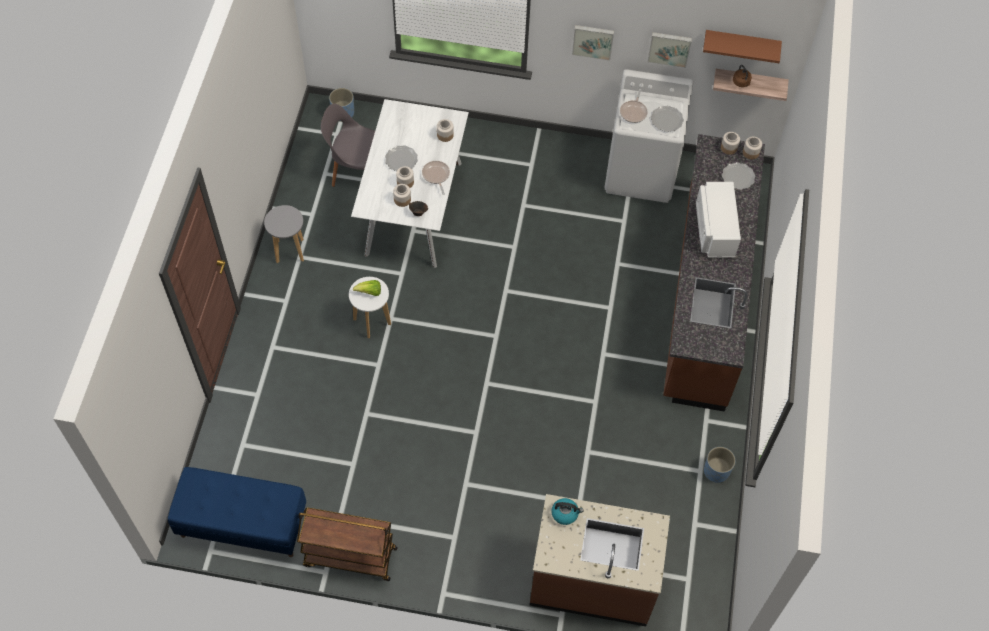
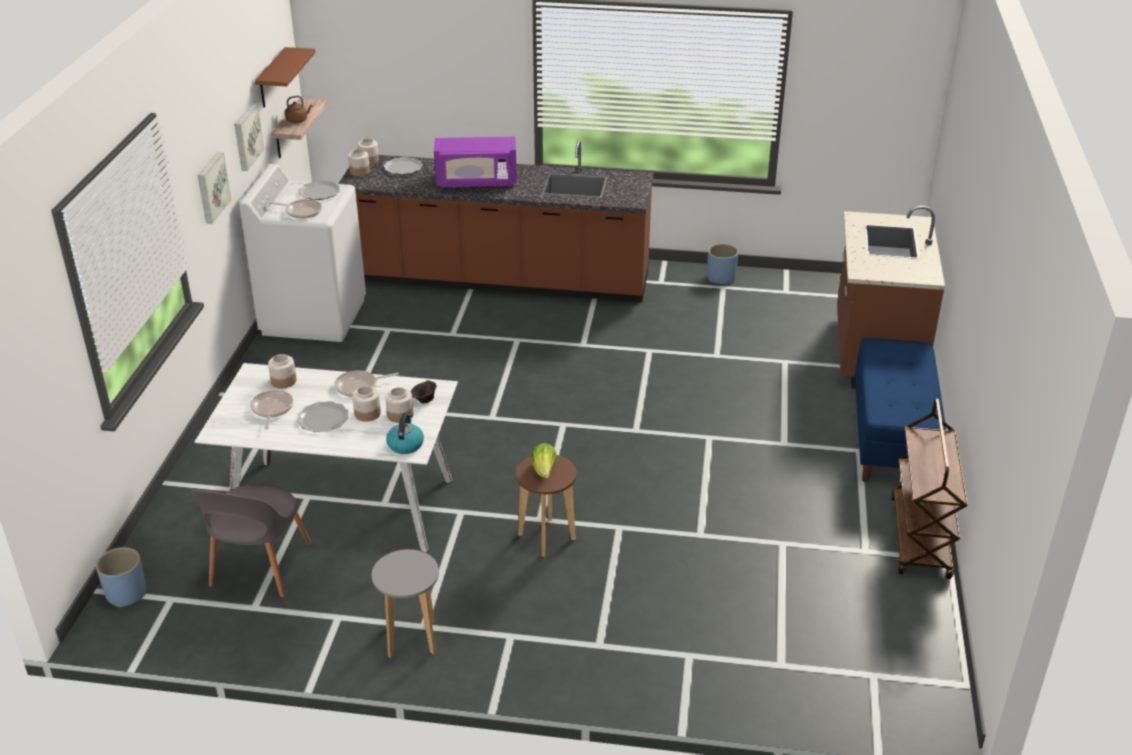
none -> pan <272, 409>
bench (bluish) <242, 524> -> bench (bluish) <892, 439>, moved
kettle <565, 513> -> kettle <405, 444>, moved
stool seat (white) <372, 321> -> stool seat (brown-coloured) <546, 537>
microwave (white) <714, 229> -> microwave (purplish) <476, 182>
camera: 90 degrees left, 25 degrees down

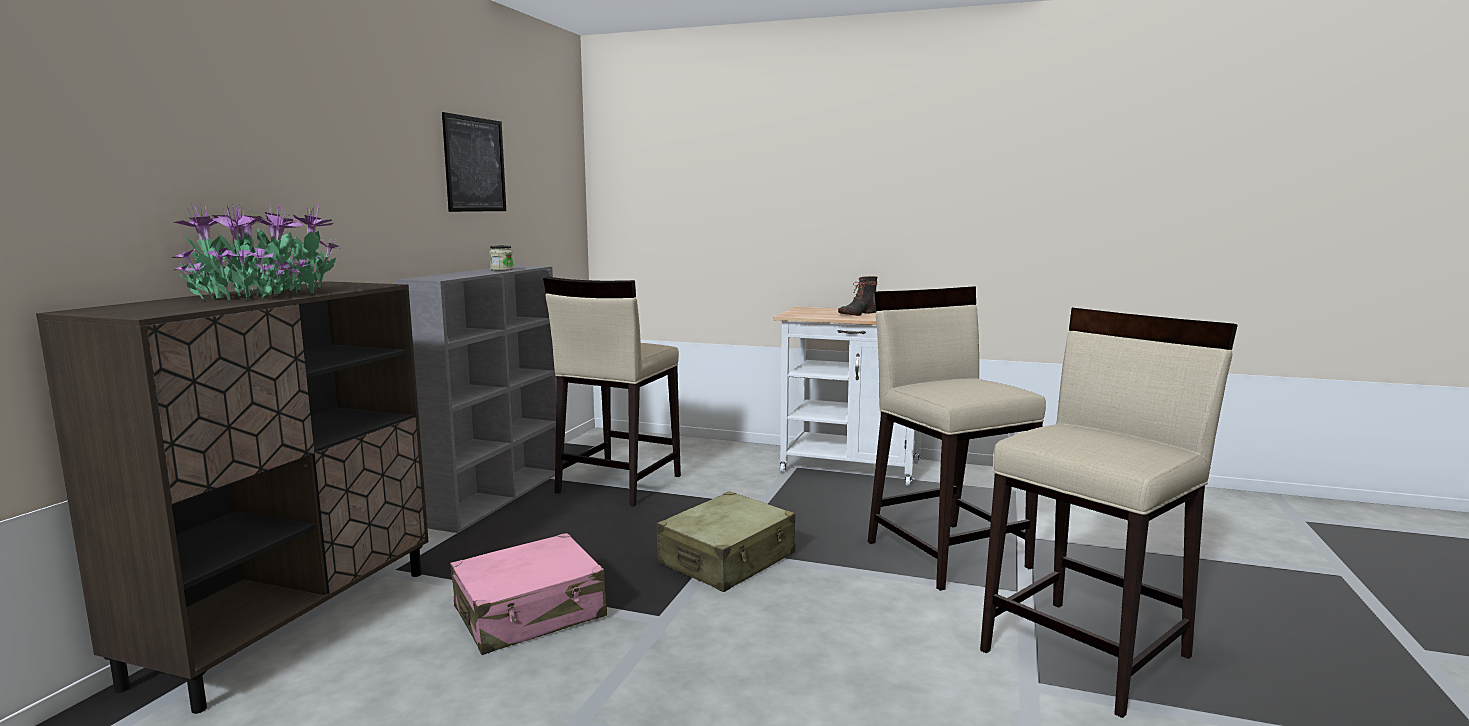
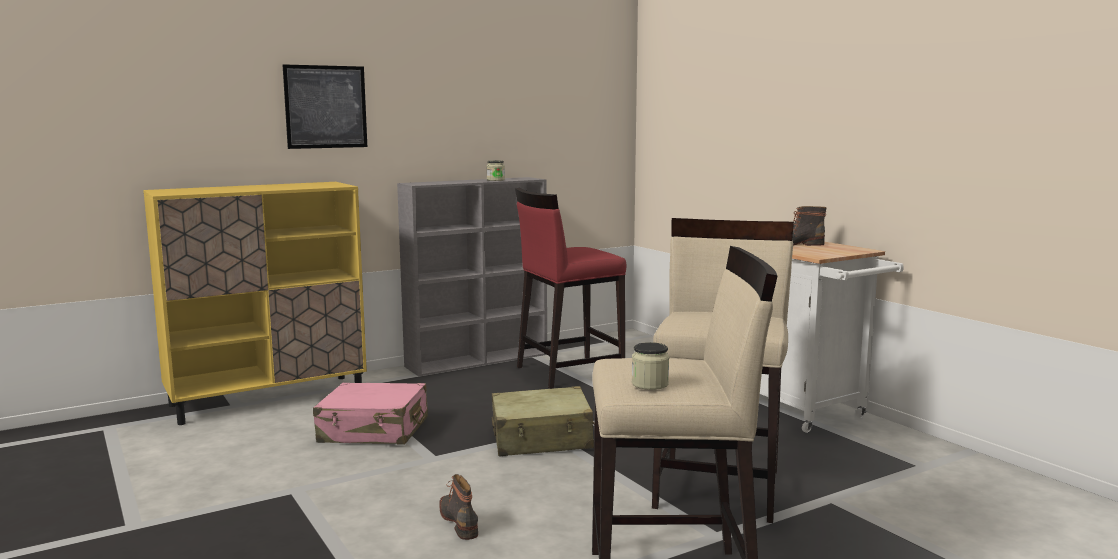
potted plant <263, 295> -> none
none -> high-top boot <460, 521>
none -> preserve jar <650, 384>
wall art <475, 164> -> wall art <326, 107>, moved
cabinet (brown-coloured) <290, 623> -> cabinet (yellow) <268, 399>
stool seat (beige) <617, 484> -> stool seat (red) <568, 371>
camera: 40 degrees right, 0 degrees up

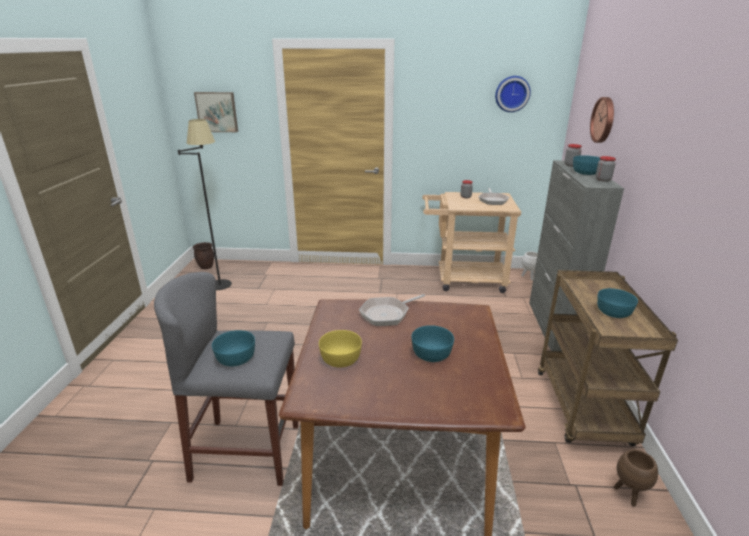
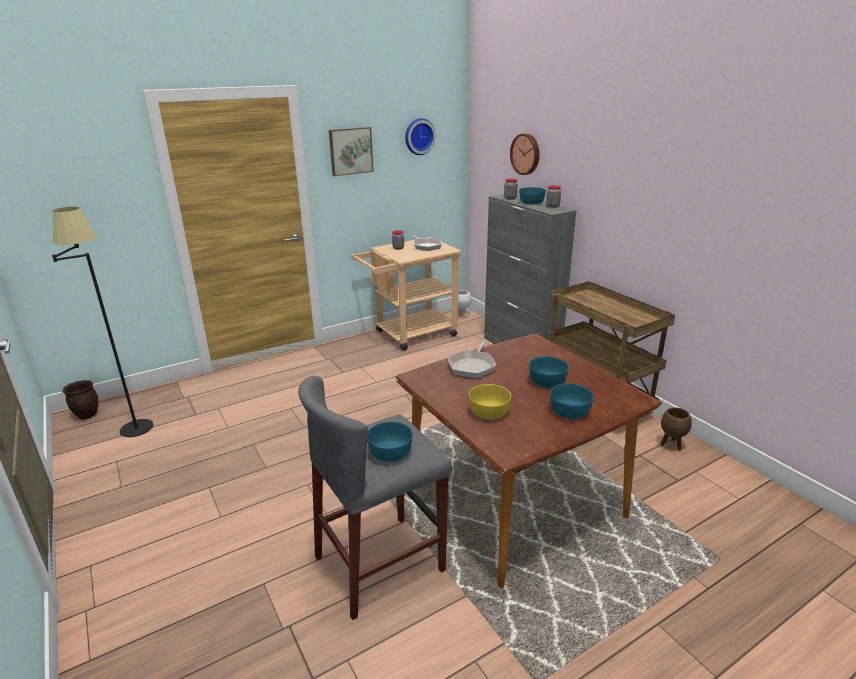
wall art <217, 112> -> wall art <350, 151>, moved
bowl (blue-green) <613, 312> -> bowl (blue-green) <569, 411>, moved
camera: 35 degrees left, 0 degrees up

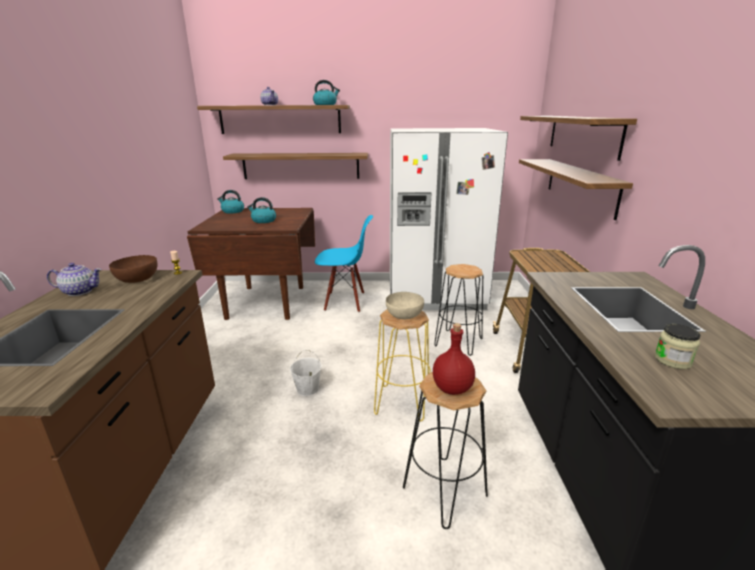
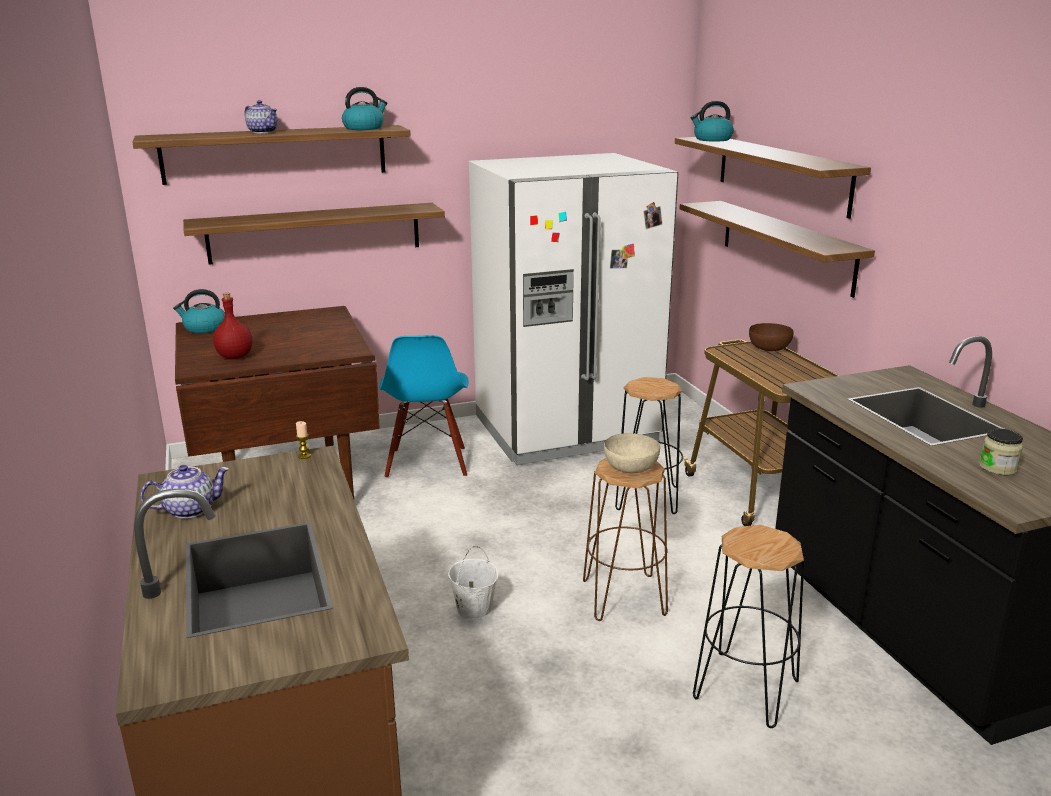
bowl (brown-coloured) <137, 279> -> bowl (brown-coloured) <769, 348>, moved
kettle <263, 221> -> kettle <712, 139>, moved
beverage bottle (red) <452, 388> -> beverage bottle (red) <235, 356>, moved
stool seat (yellow) <402, 402> -> stool seat (brown-coloured) <624, 597>
upright chair (bluish) <345, 302> -> upright chair (bluish) <427, 463>, 105 degrees clockwise
camera: 20 degrees left, 0 degrees up

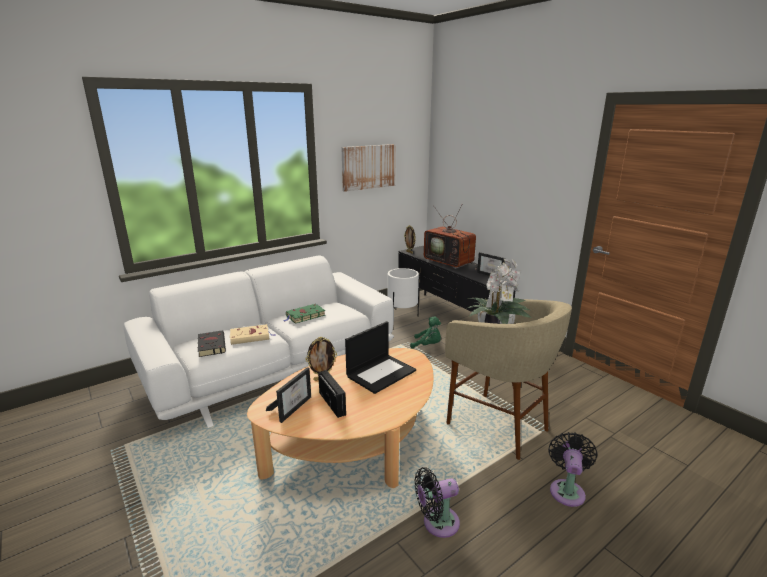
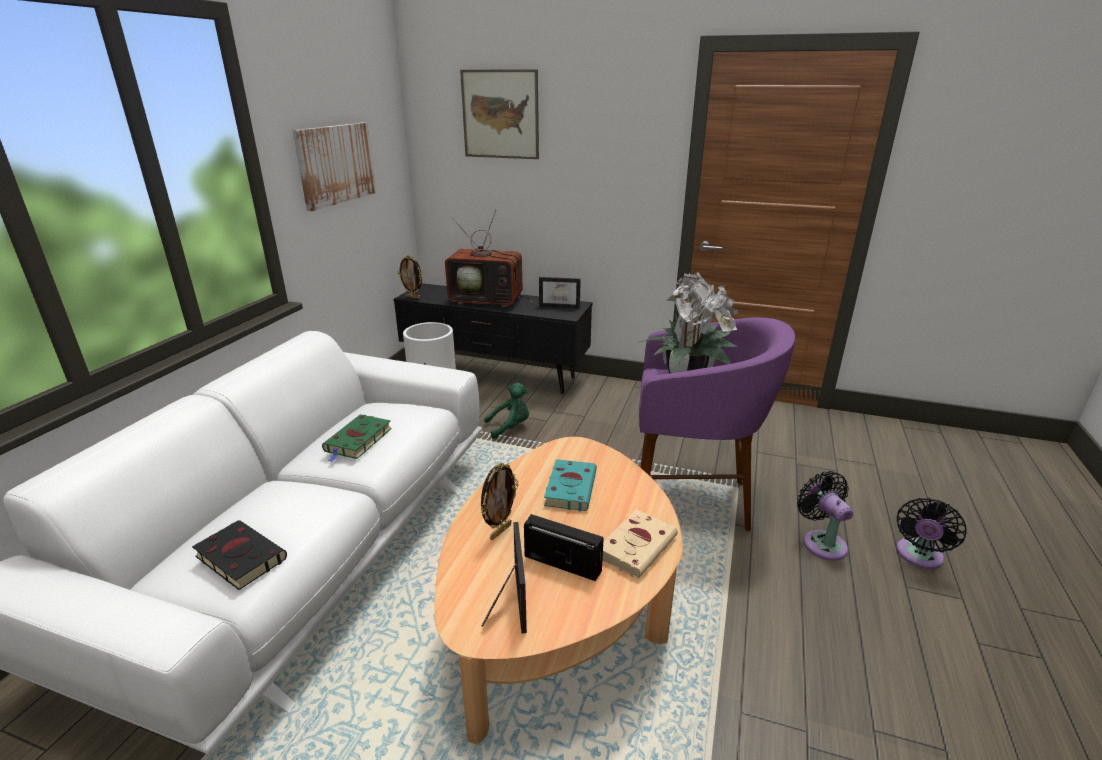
none -> wall art <500, 114>
bound book (beige) <251, 337> -> bound book (beige) <638, 546>, moved
electric fan (black-coloured) <437, 523> -> electric fan (black-coloured) <918, 556>, moved
notebook computer <381, 373> -> bound book (blue-green) <570, 487>
stool seat (beige) <498, 426> -> stool seat (purplish) <692, 500>
camera: 35 degrees left, 5 degrees up

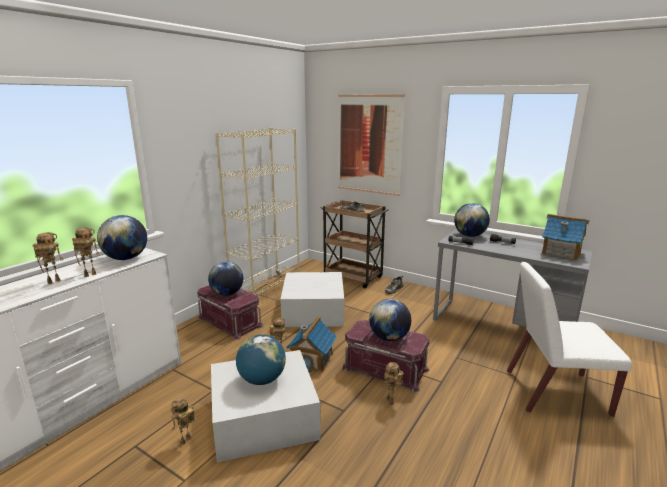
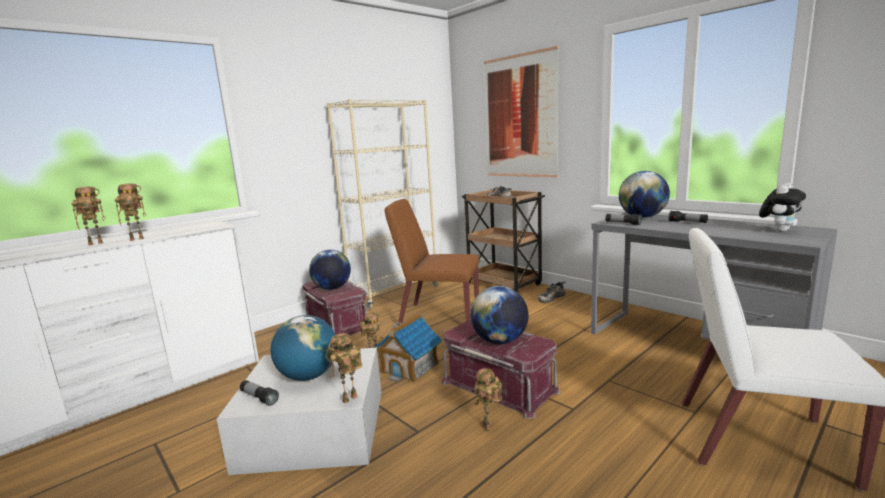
globe <126, 258> -> none
none -> torch <259, 398>
robot figure <186, 442> -> robot figure <350, 400>, moved
storage container (white) <313, 310> -> upright chair (brown-coloured) <438, 316>
miniature house <561, 252> -> plush toy <779, 230>
camera: 15 degrees right, 5 degrees down

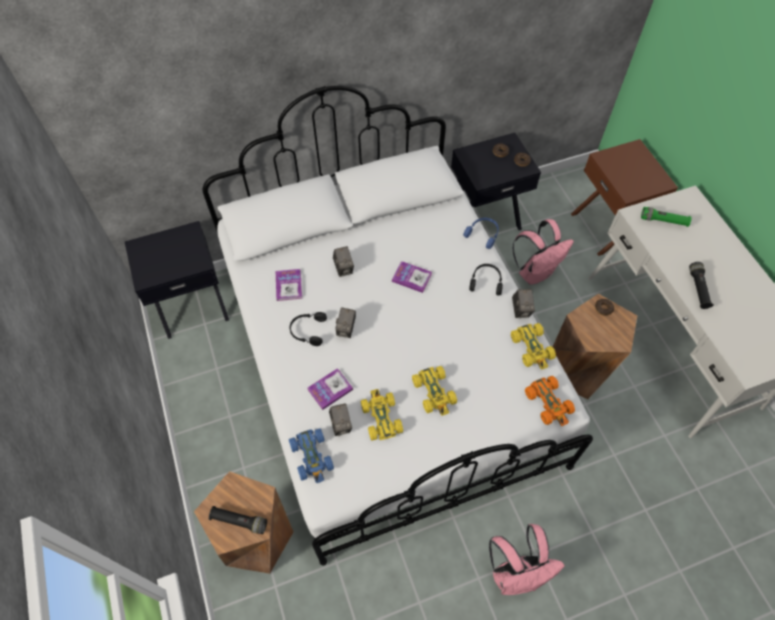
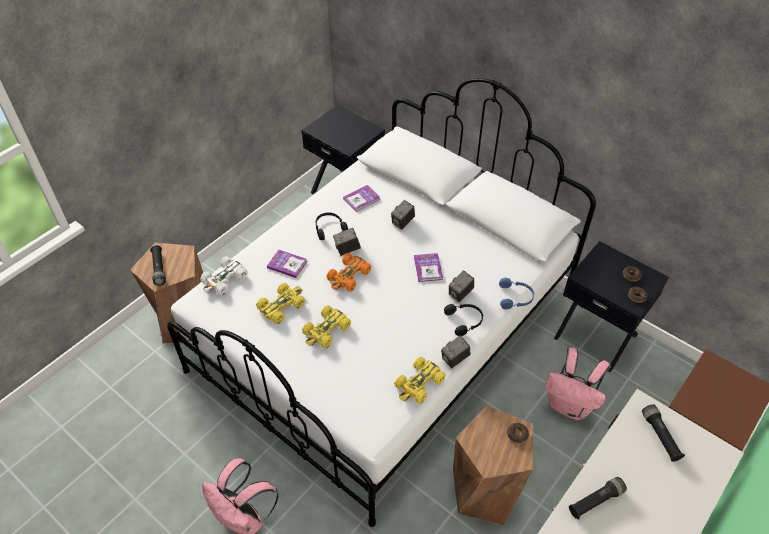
photo camera <341, 424> -> photo camera <460, 294>, moved
toy car (orange) <549, 403> -> toy car (orange) <349, 276>, moved
toy car (bluish) <312, 457> -> toy car (white) <224, 280>
torch (greenish) <663, 221> -> torch (black-coloured) <660, 436>
camera: 60 degrees right, 10 degrees down

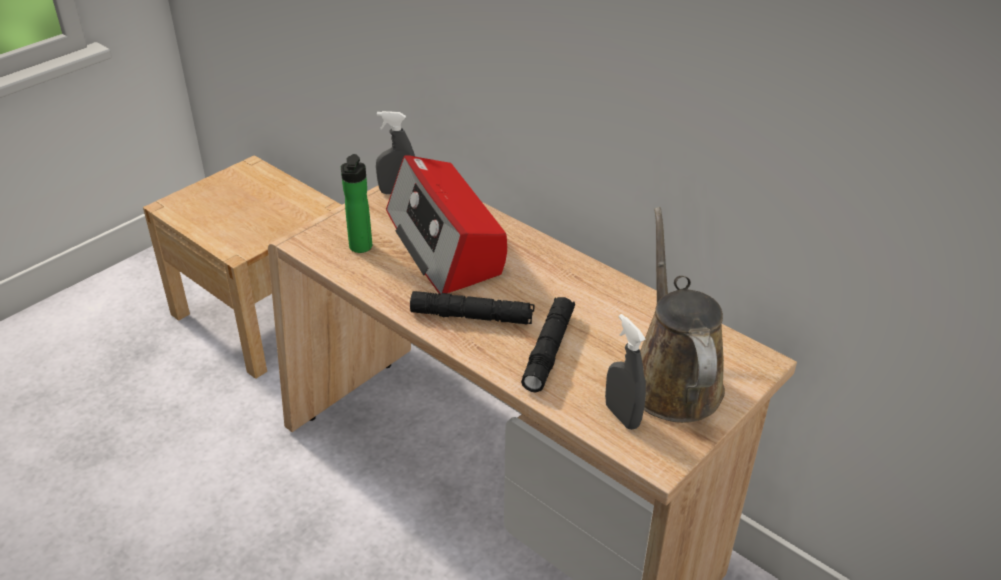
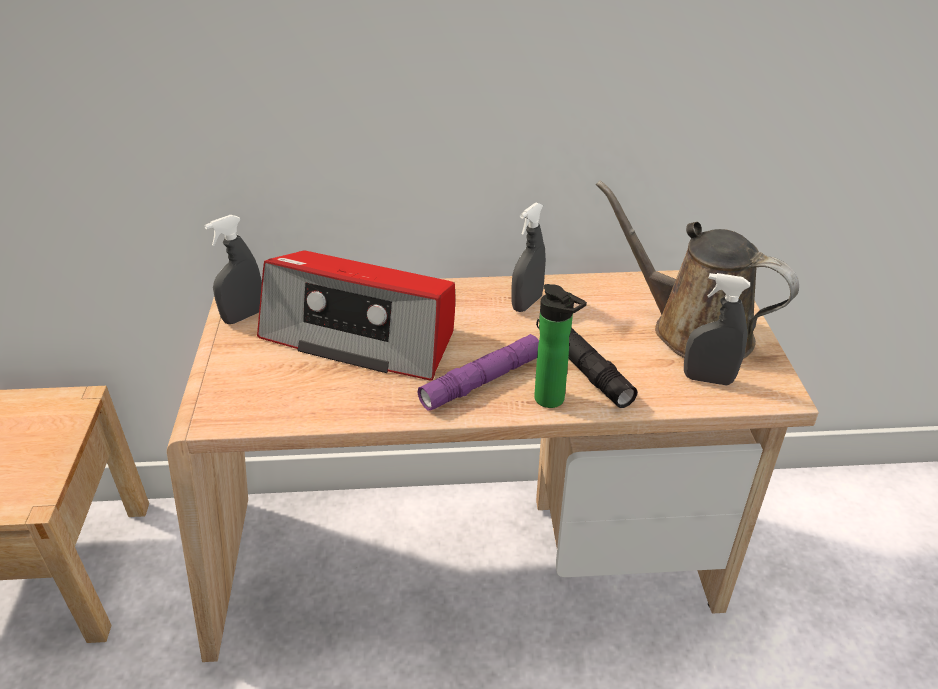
none -> hand sprayer (grey) <527, 303>
beverage bottle <360, 249> -> beverage bottle <553, 401>, moved
torch (black-coloured) <472, 316> -> torch (purplish) <483, 380>
camera: 45 degrees left, 0 degrees up

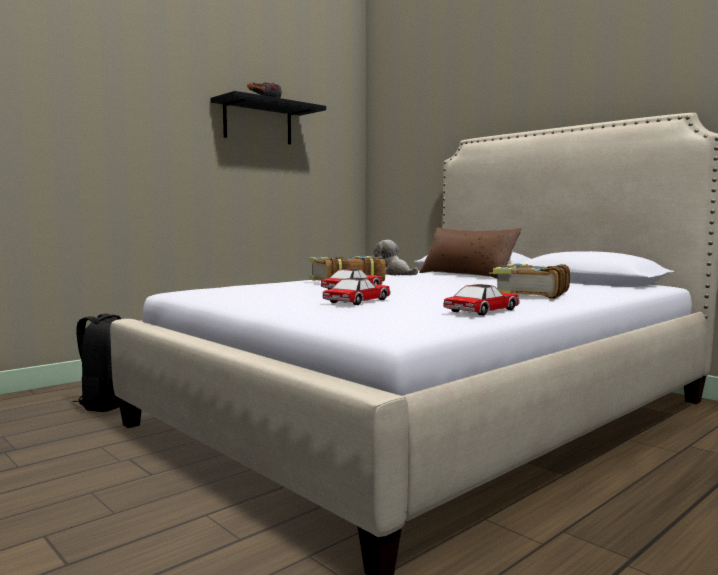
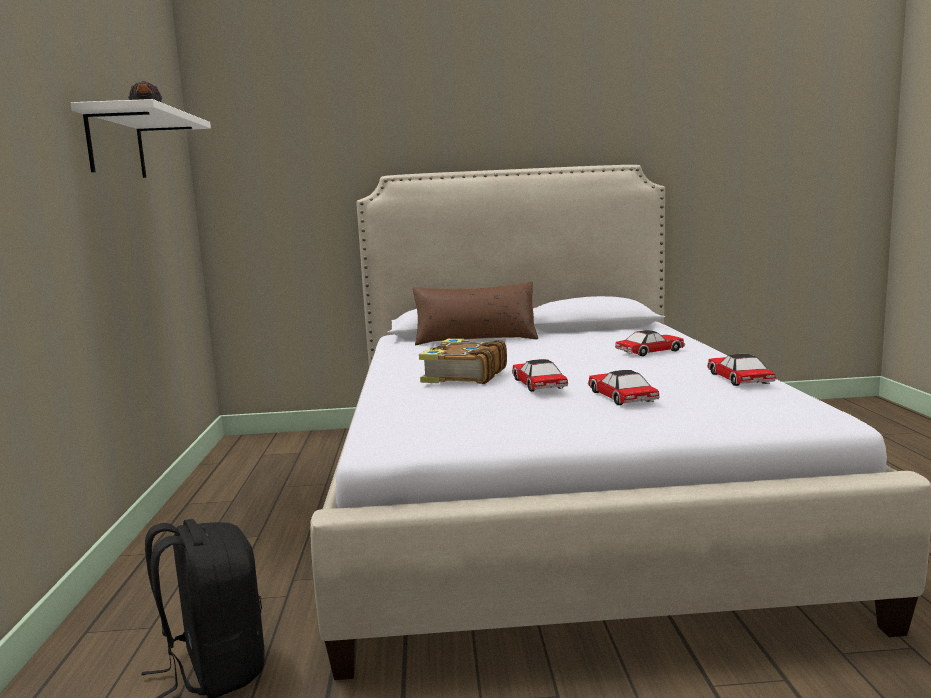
plush toy <394, 274> -> none
bound book <529, 294> -> toy car <650, 351>
bracket shelf (black-coloured) <258, 123> -> bracket shelf (white) <116, 145>
camera: 50 degrees left, 5 degrees up

